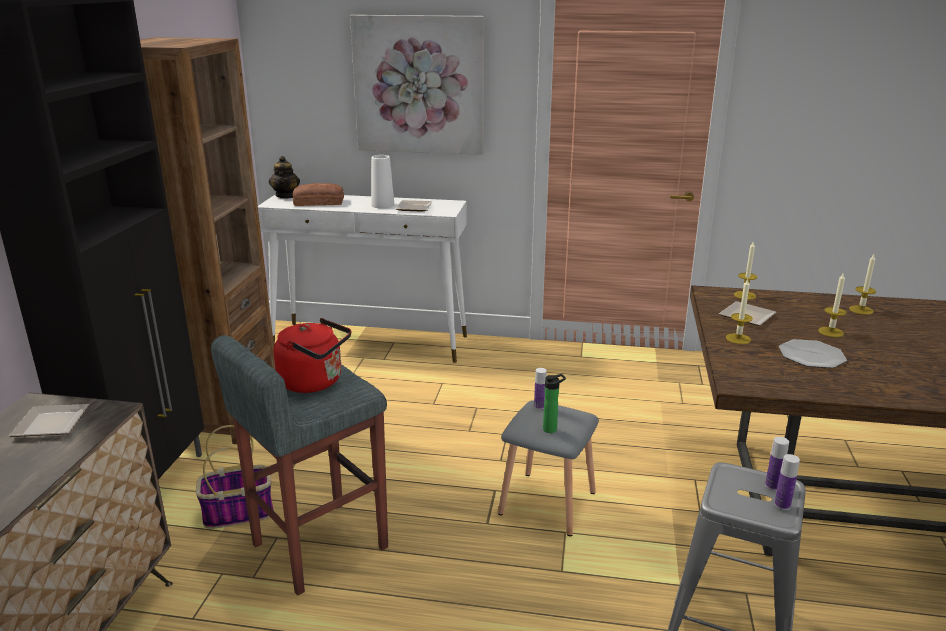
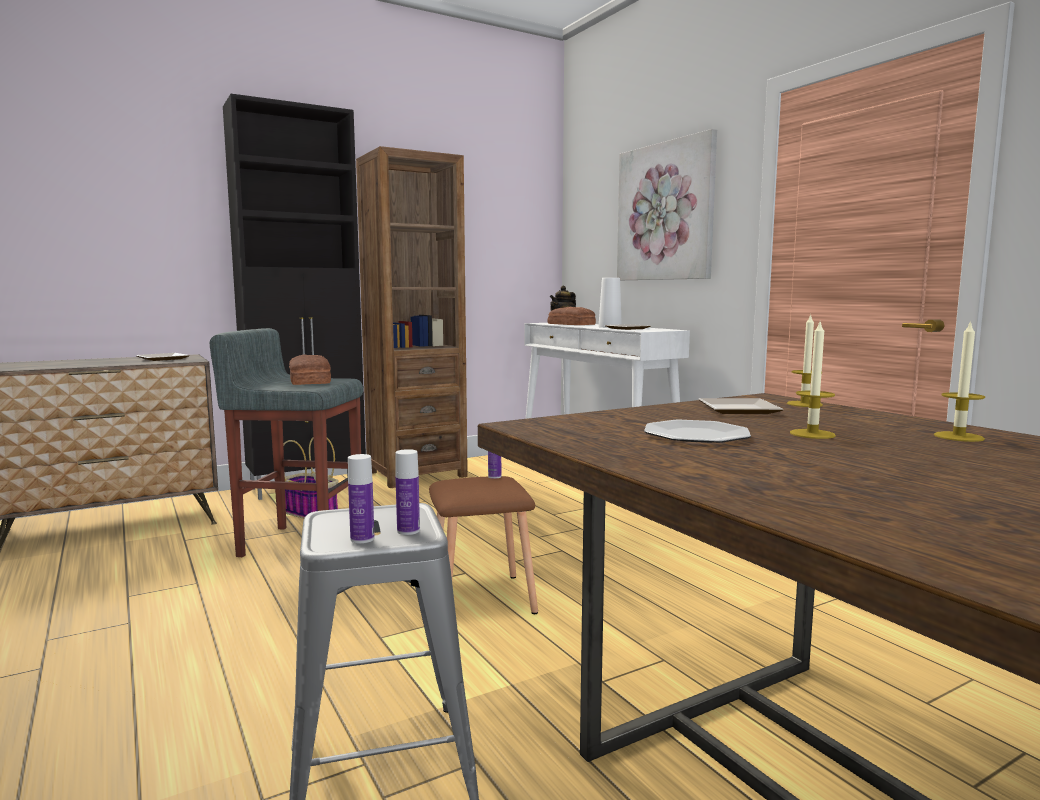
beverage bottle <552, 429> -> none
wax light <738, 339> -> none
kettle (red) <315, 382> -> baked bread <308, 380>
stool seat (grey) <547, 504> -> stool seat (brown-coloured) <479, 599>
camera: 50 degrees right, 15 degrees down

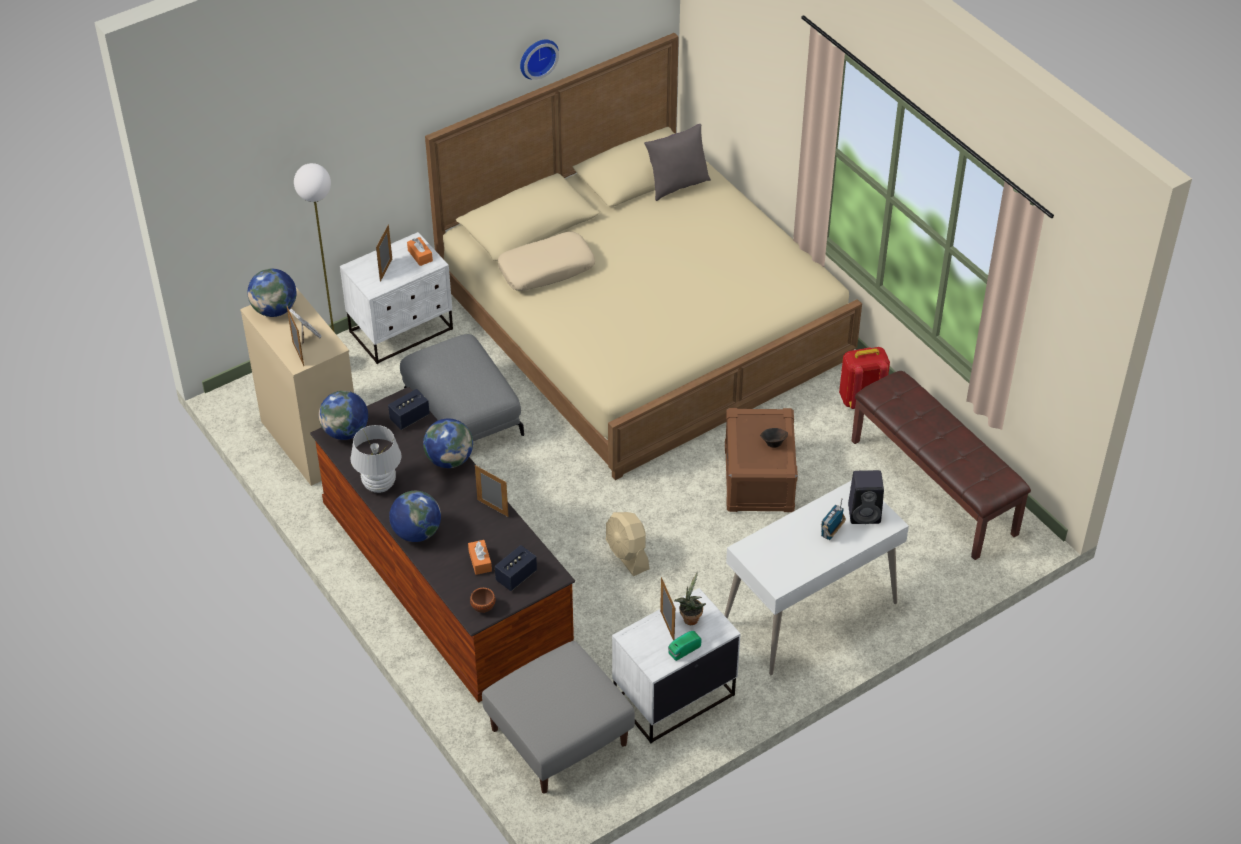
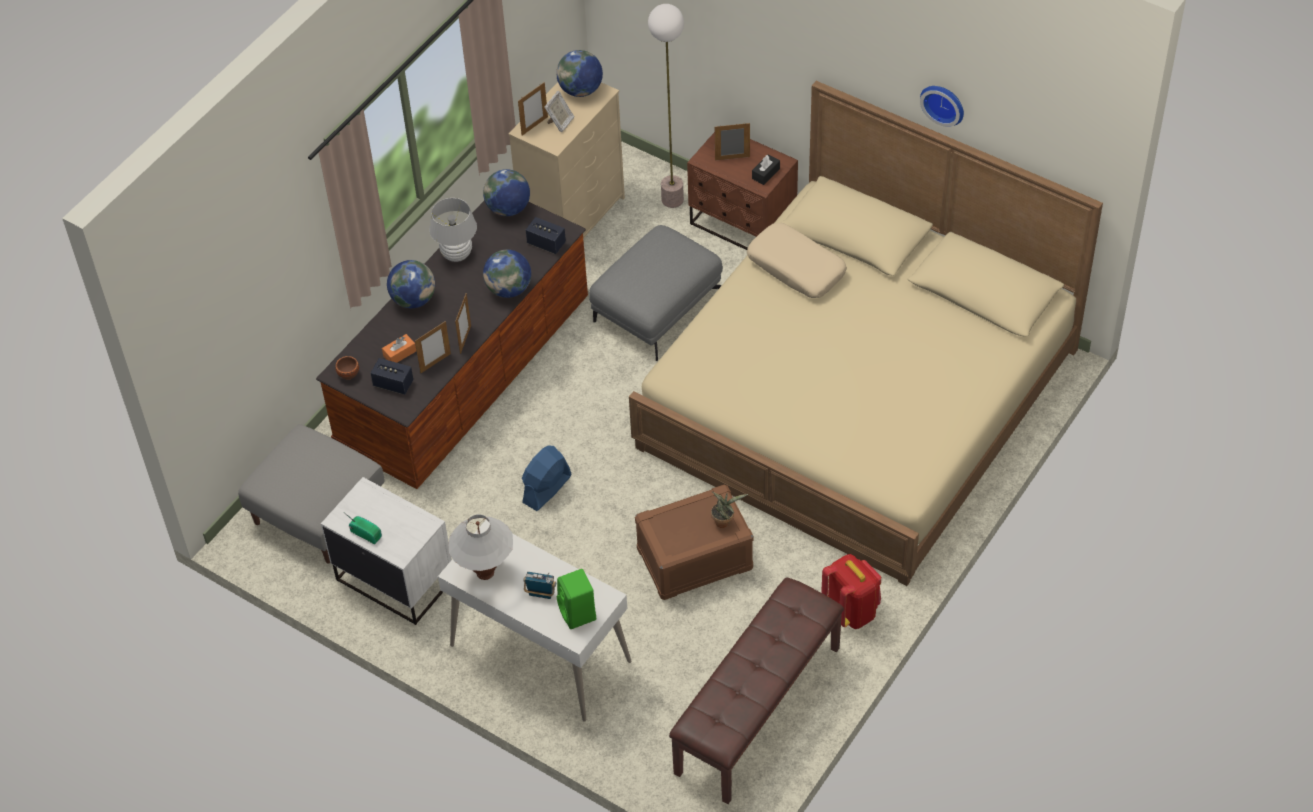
cushion (grey) <677, 185> -> none
bowl (brown-coloured) <773, 443> -> none
none -> table lamp (white) <485, 573>
photo frame <667, 626> -> photo frame <435, 363>, moved
potted plant <690, 617> -> potted plant <724, 521>, moved
night table (white) <402, 331> -> night table (brown-coloured) <742, 225>
tissue box (orange) <420, 255> -> tissue box (black-coloured) <765, 173>
electric fan (beige) <627, 555> -> electric fan (bluish) <546, 489>
audio speaker (black-coloured) <865, 513> -> audio speaker (greenish) <578, 614>
camera: 70 degrees right, 5 degrees up

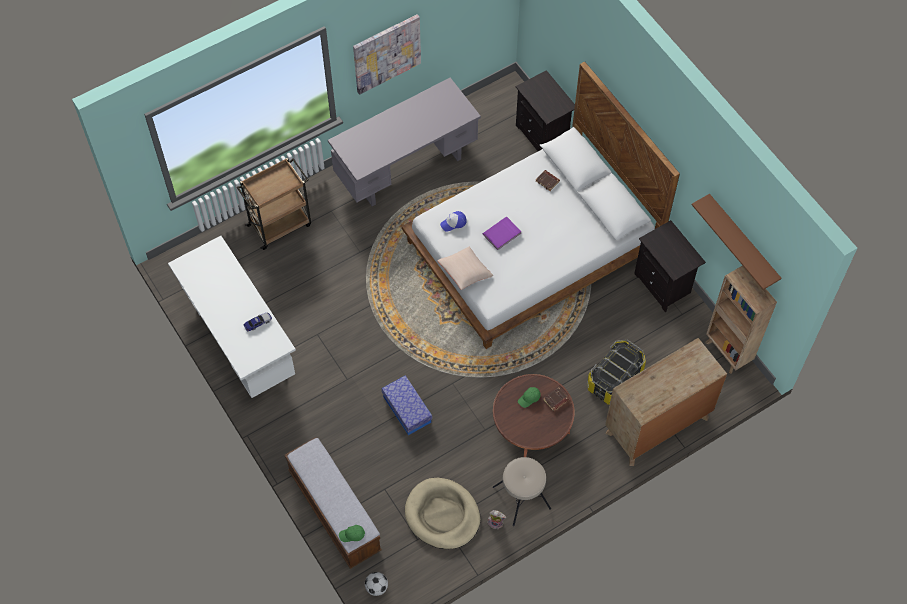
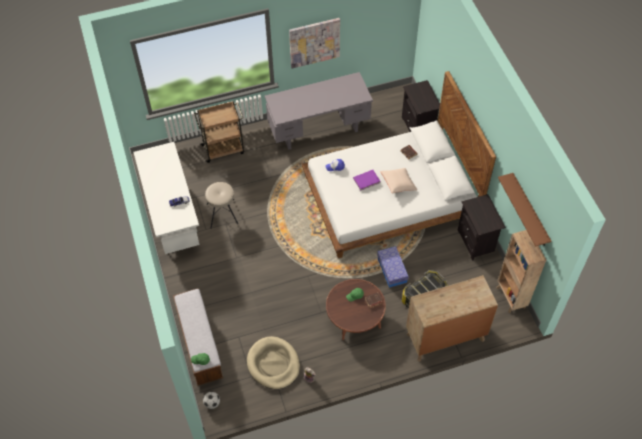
storage container <407, 409> -> storage container <392, 270>, moved
cushion (beige) <465, 272> -> cushion (beige) <398, 184>, moved
stool seat (beige) <522, 497> -> stool seat (beige) <222, 213>, moved
camera: 15 degrees right, 5 degrees down

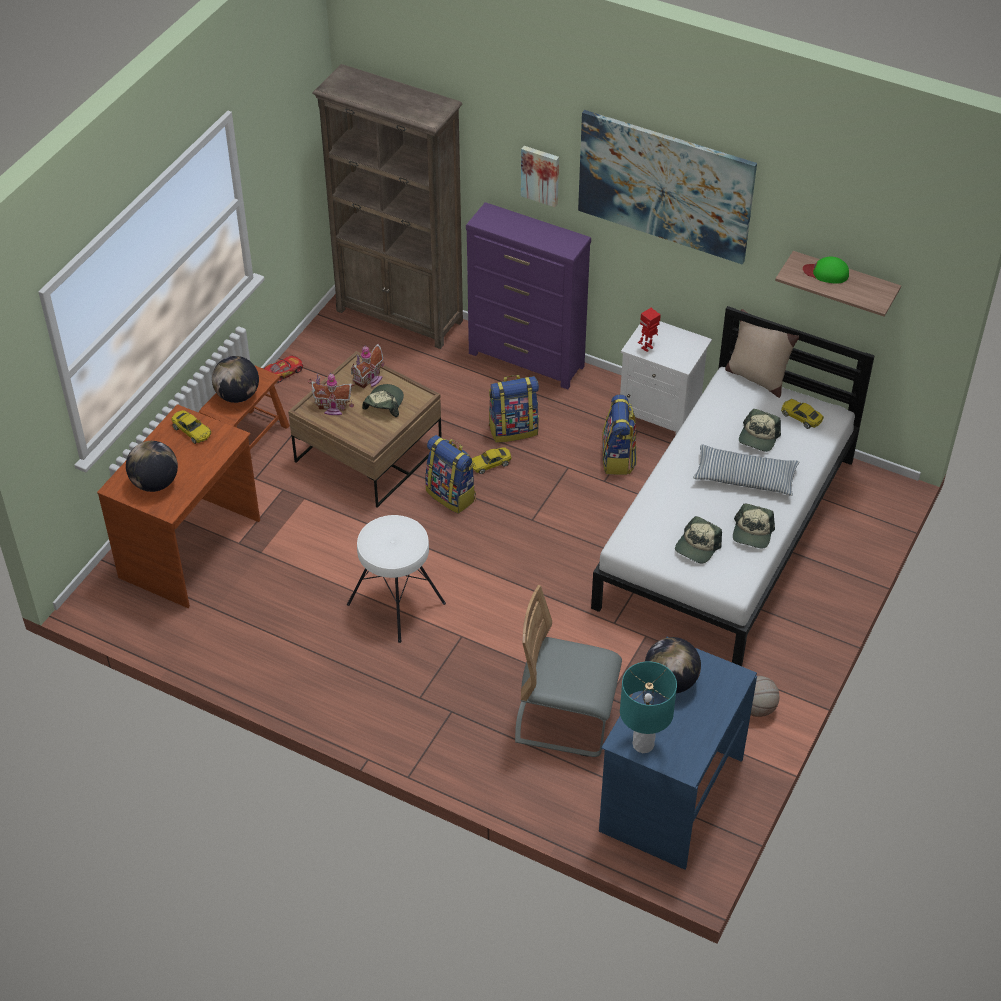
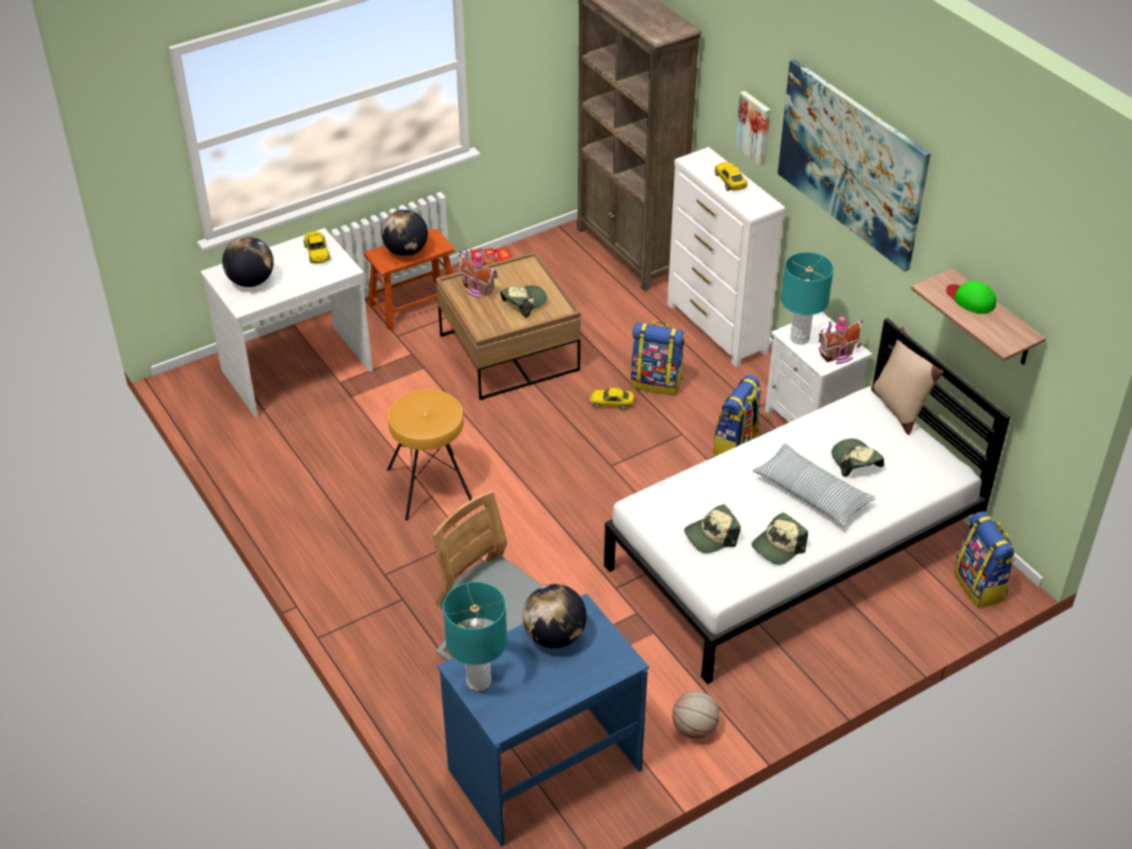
miniature house <370, 379> -> miniature house <838, 356>, moved
rucksack <452, 495> -> rucksack <980, 585>, moved
toy car (yellow) <801, 417> -> toy car (yellow) <730, 181>, moved
robot figure <647, 348> -> table lamp (blue-green) <799, 339>
desk unit (brown-coloured) <191, 549> -> desk unit (white) <297, 372>
stool seat (white) <396, 603> -> stool seat (brown-coloured) <430, 486>
drawer chest (purplish) <527, 360> -> drawer chest (white) <717, 329>
cap <758, 437> -> cap <855, 462>, 105 degrees clockwise
camera: 30 degrees right, 5 degrees down

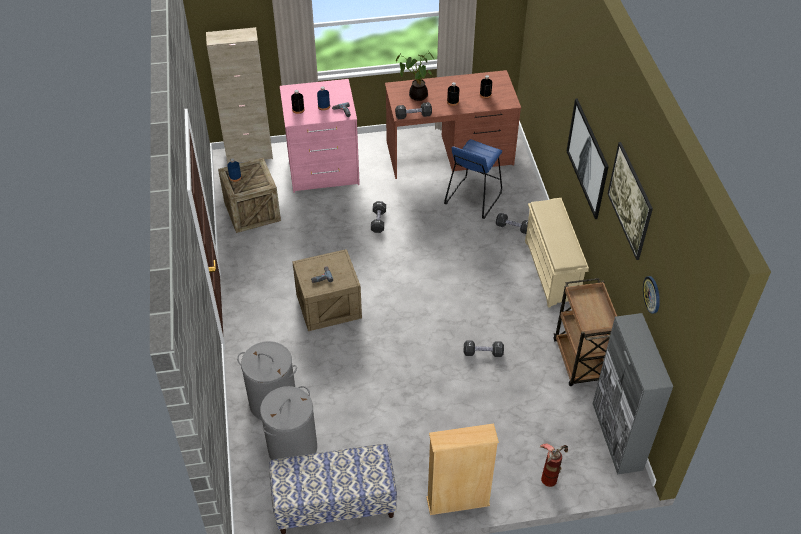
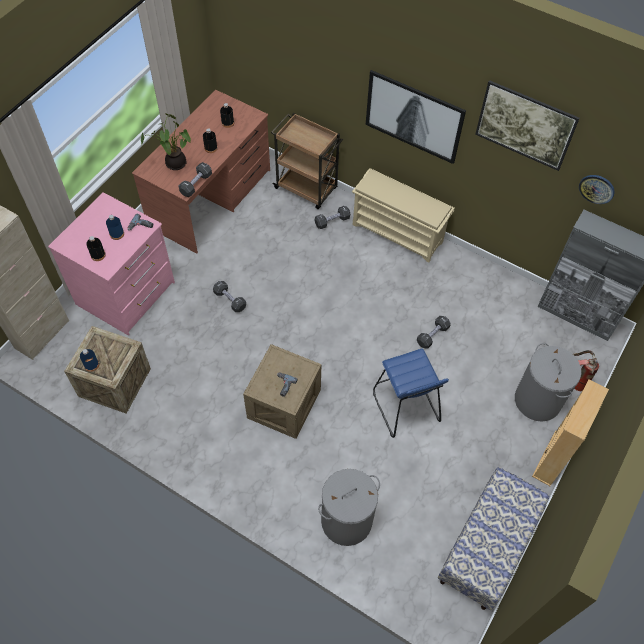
hamper (grey) <292, 448> -> hamper (grey) <537, 400>, moved
stool seat (bluish) <473, 198> -> stool seat (bluish) <405, 407>, moved
wheeled cart (brown-coloured) <580, 361> -> wheeled cart (brown-coloured) <307, 188>, moved
camera: 50 degrees left, 10 degrees up

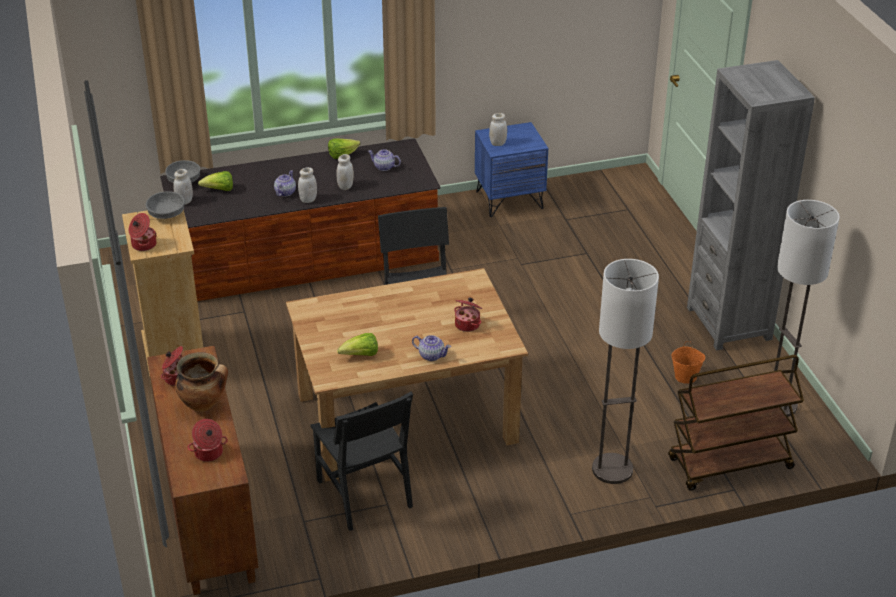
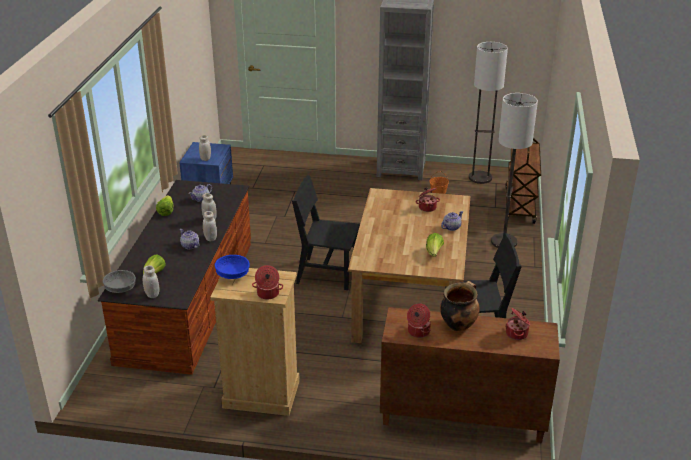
bowl (grey) <166, 214> -> bowl (bluish) <232, 275>
camera: 65 degrees left, 5 degrees down

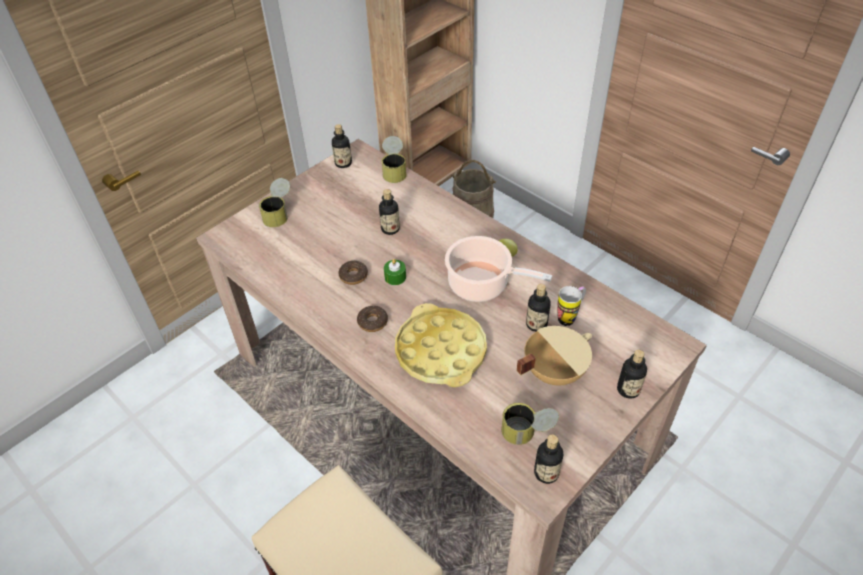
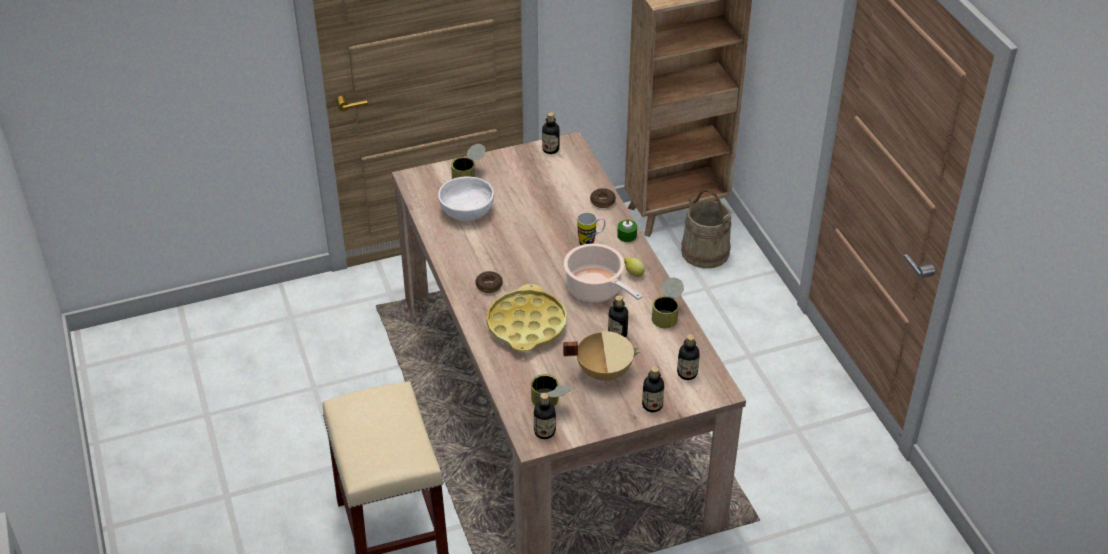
none -> bowl (white) <466, 210>
donut <353, 276> -> donut <602, 201>, moved
beverage bottle <390, 229> -> beverage bottle <687, 373>, moved
sealed can <394, 170> -> sealed can <667, 314>, moved
wax light (greenish) <395, 277> -> wax light (greenish) <627, 235>, moved
mug <570, 317> -> mug <591, 243>, moved
camera: 25 degrees right, 5 degrees down

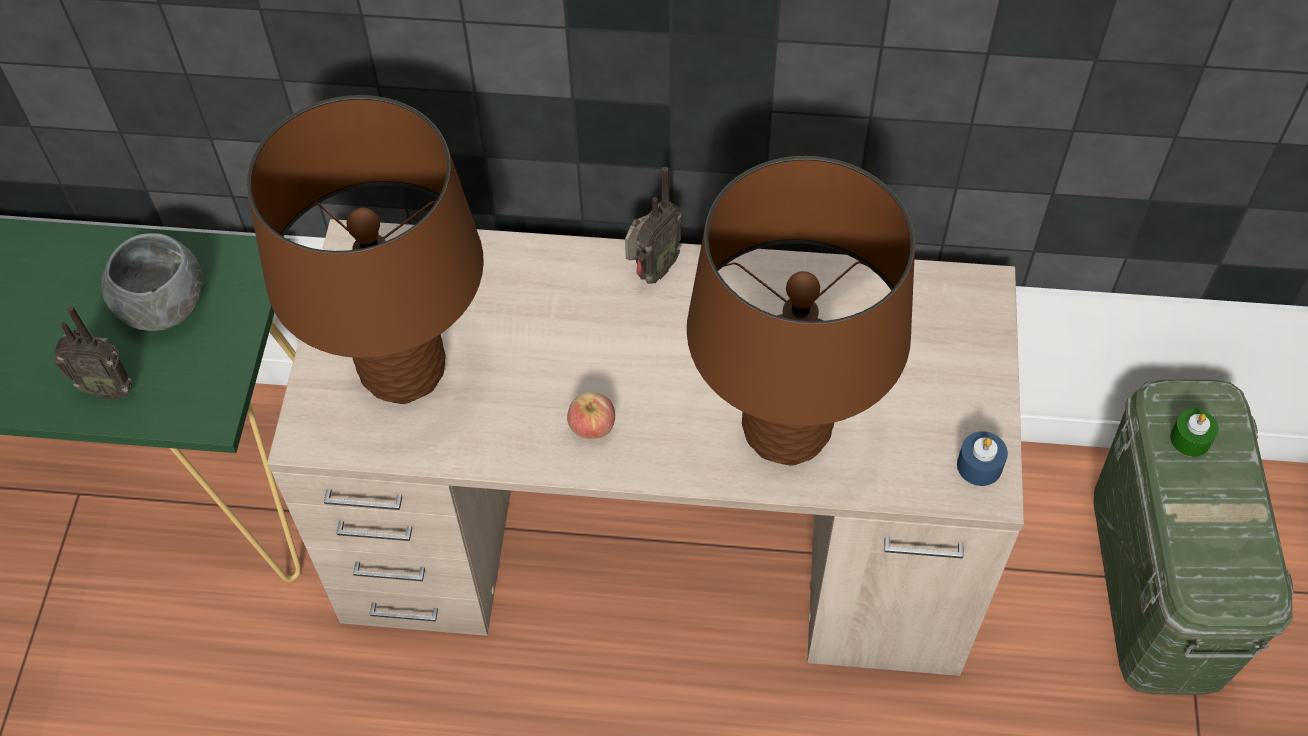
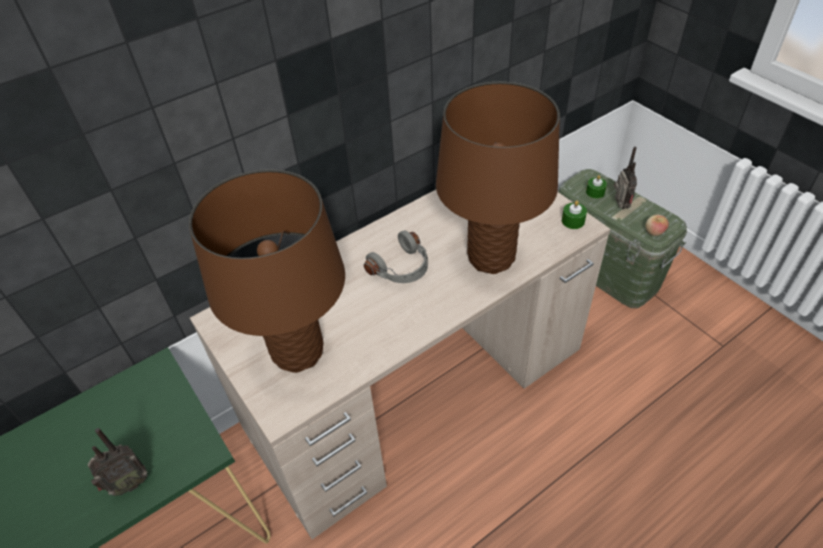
bowl (grey) <163, 307> -> none
none -> headset (grey) <402, 268>
apple fruit <592, 426> -> apple fruit <654, 232>, moved
radio <652, 271> -> radio <619, 206>, moved
wax light (bluish) <979, 465> -> wax light (greenish) <573, 221>
camera: 40 degrees left, 10 degrees down

